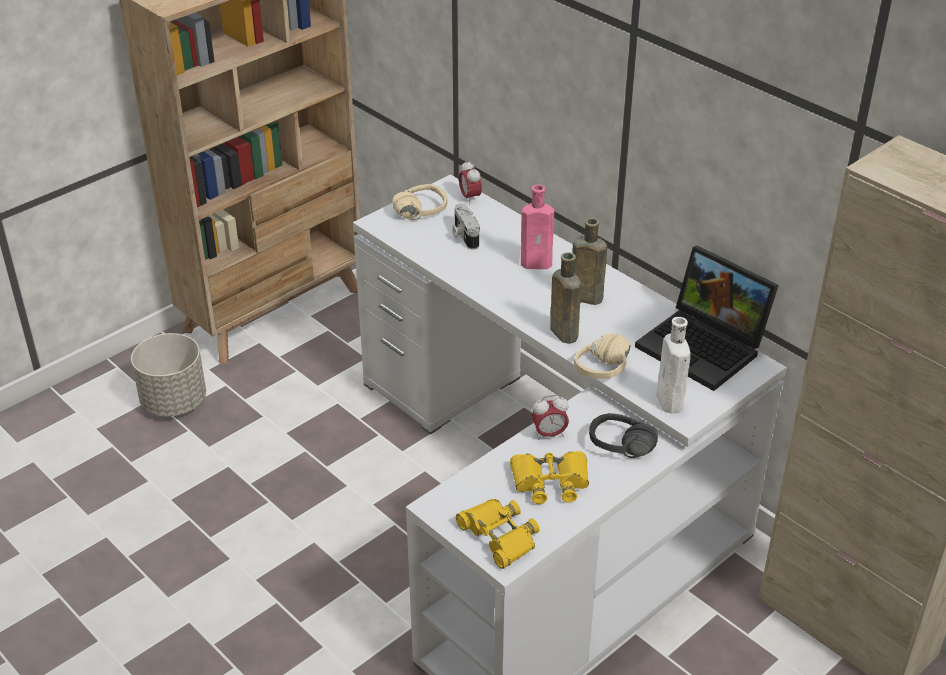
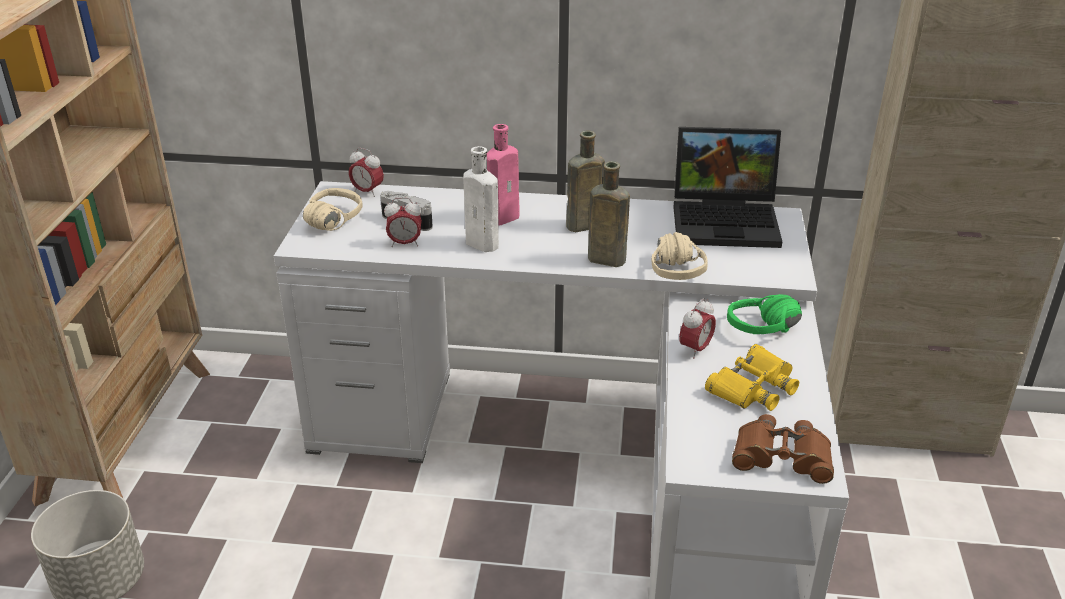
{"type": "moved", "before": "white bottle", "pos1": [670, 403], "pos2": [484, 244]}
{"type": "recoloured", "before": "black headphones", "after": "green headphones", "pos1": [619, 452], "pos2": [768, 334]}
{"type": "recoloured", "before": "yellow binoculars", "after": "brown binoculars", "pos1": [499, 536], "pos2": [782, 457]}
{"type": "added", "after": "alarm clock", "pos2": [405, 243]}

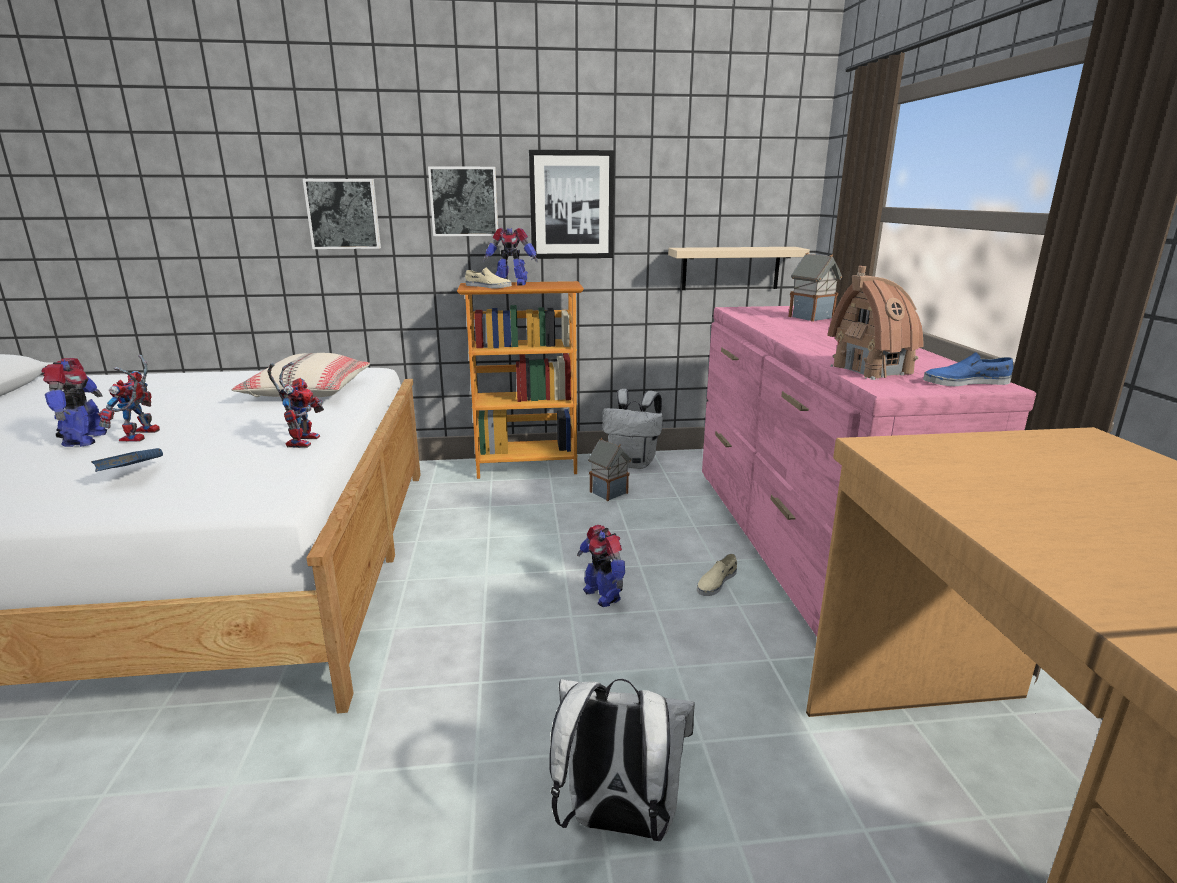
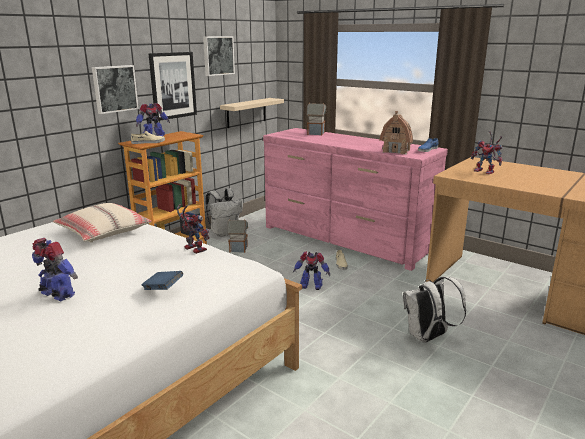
{"type": "moved", "before": "picture", "pos1": [343, 214], "pos2": [218, 55]}
{"type": "moved", "before": "toy robot", "pos1": [140, 437], "pos2": [486, 172]}

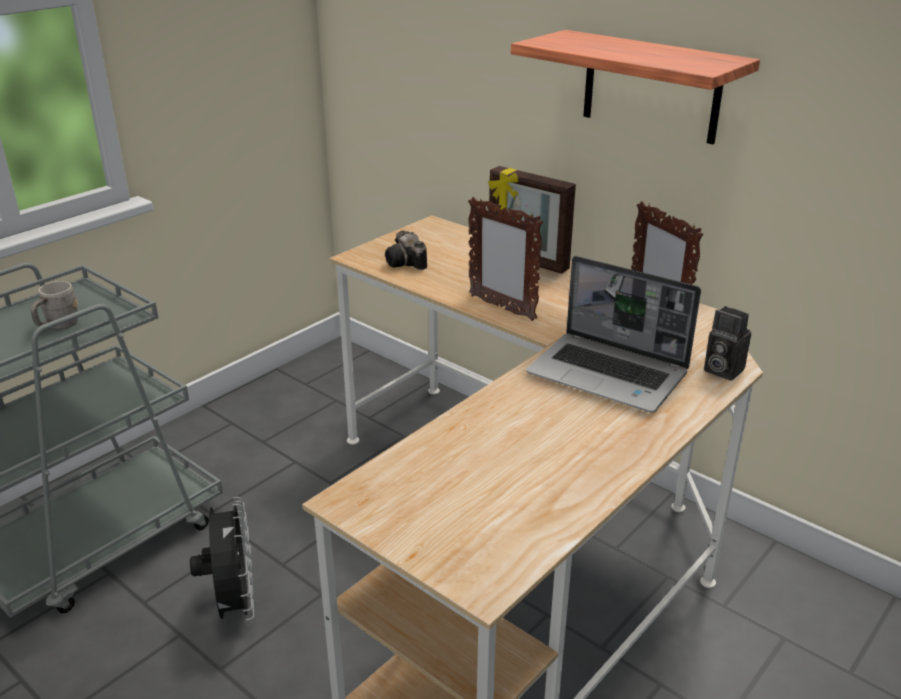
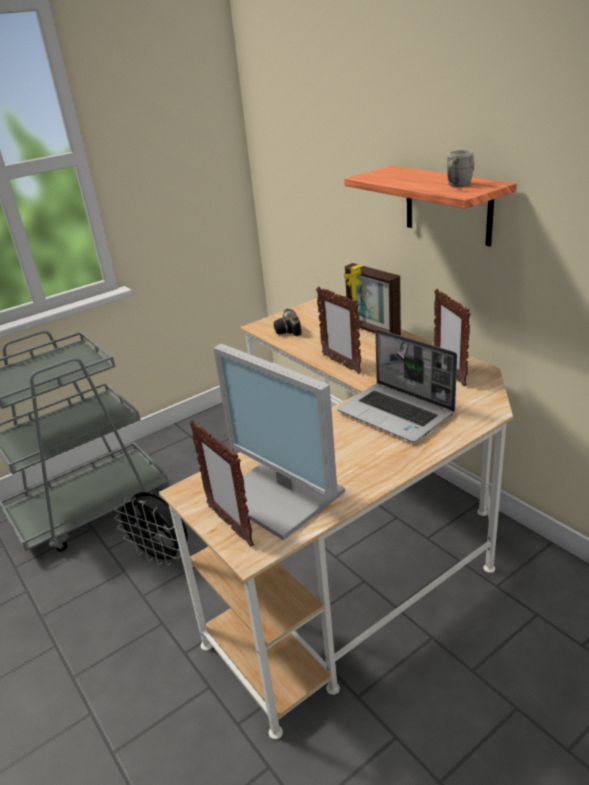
{"type": "moved", "before": "grey mug", "pos1": [58, 326], "pos2": [457, 185]}
{"type": "removed", "before": "photo camera", "pos1": [720, 370]}
{"type": "turned", "before": "black fan", "pos1": [235, 605], "pos2": [162, 555], "turn": 120}
{"type": "added", "after": "monitor", "pos2": [283, 495]}
{"type": "added", "after": "picture frame", "pos2": [230, 525]}

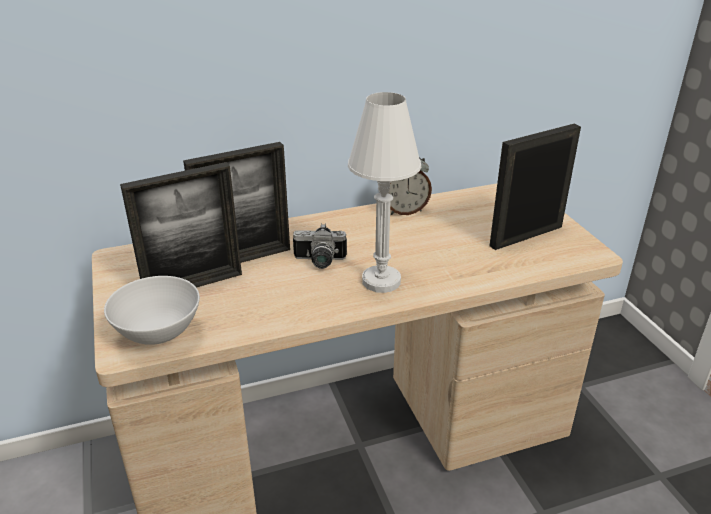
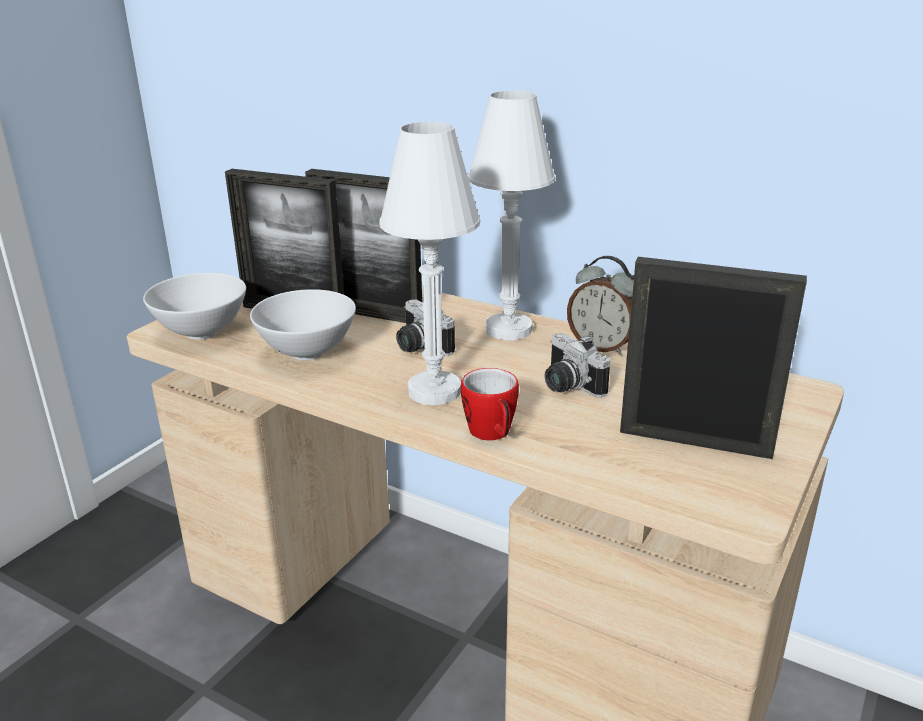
{"type": "added", "after": "white table lamp", "pos2": [508, 329]}
{"type": "added", "after": "white bowl", "pos2": [308, 353]}
{"type": "added", "after": "photo camera", "pos2": [567, 385]}
{"type": "added", "after": "mug", "pos2": [492, 435]}

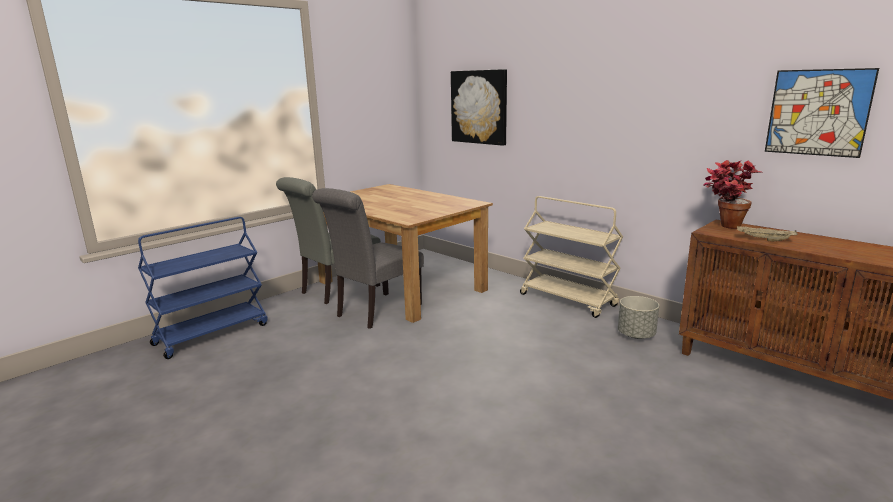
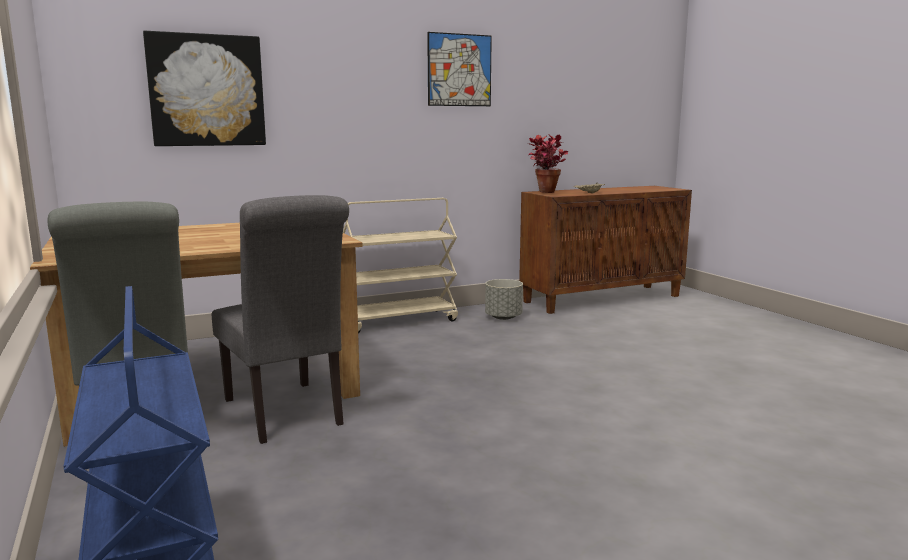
{"type": "moved", "before": "picture", "pos1": [817, 112], "pos2": [459, 70]}

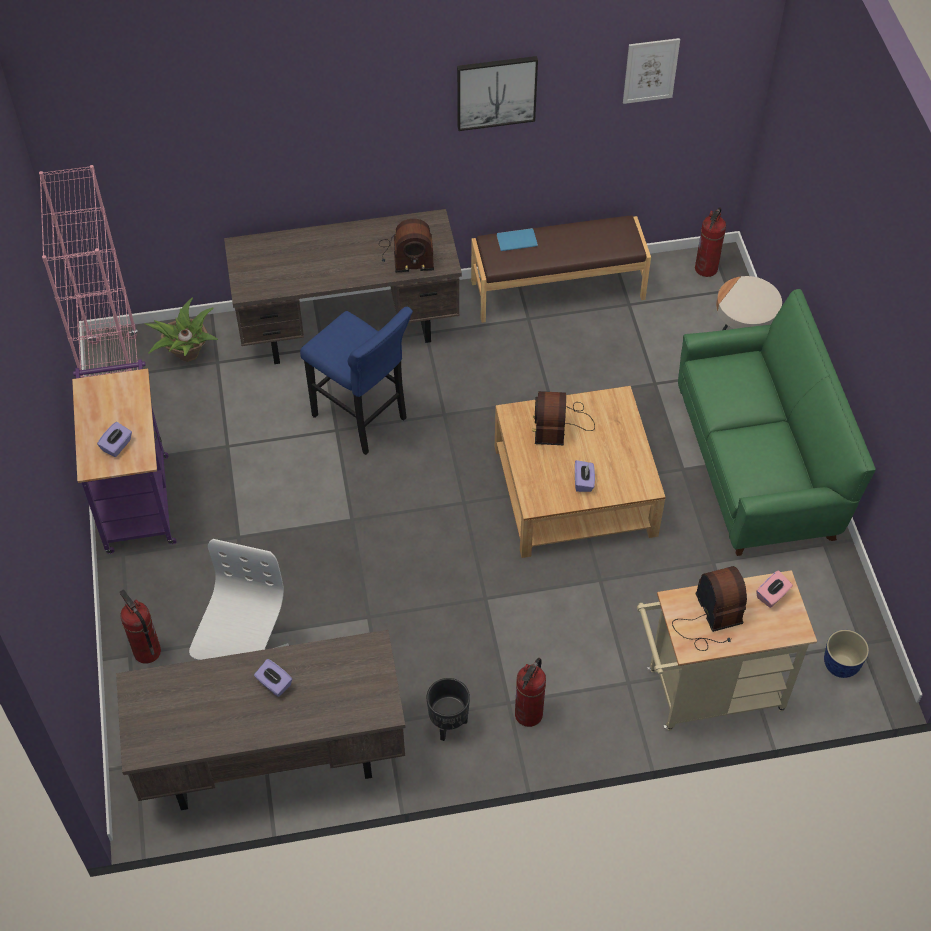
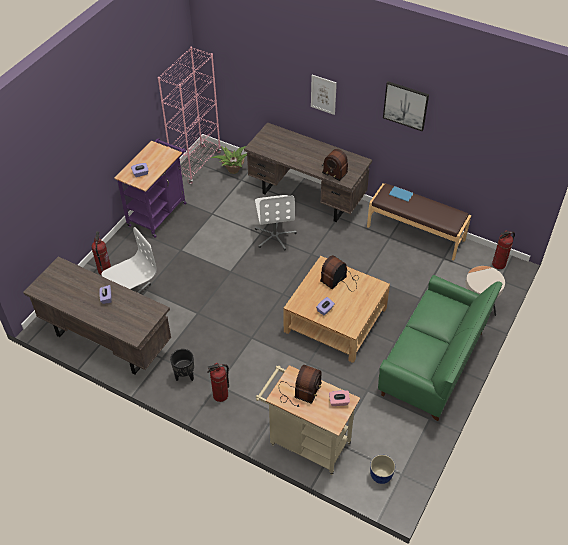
{"type": "moved", "before": "picture", "pos1": [650, 70], "pos2": [323, 94]}
{"type": "replaced", "before": "blue stool", "after": "white office chair", "pos1": [362, 420], "pos2": [275, 236]}

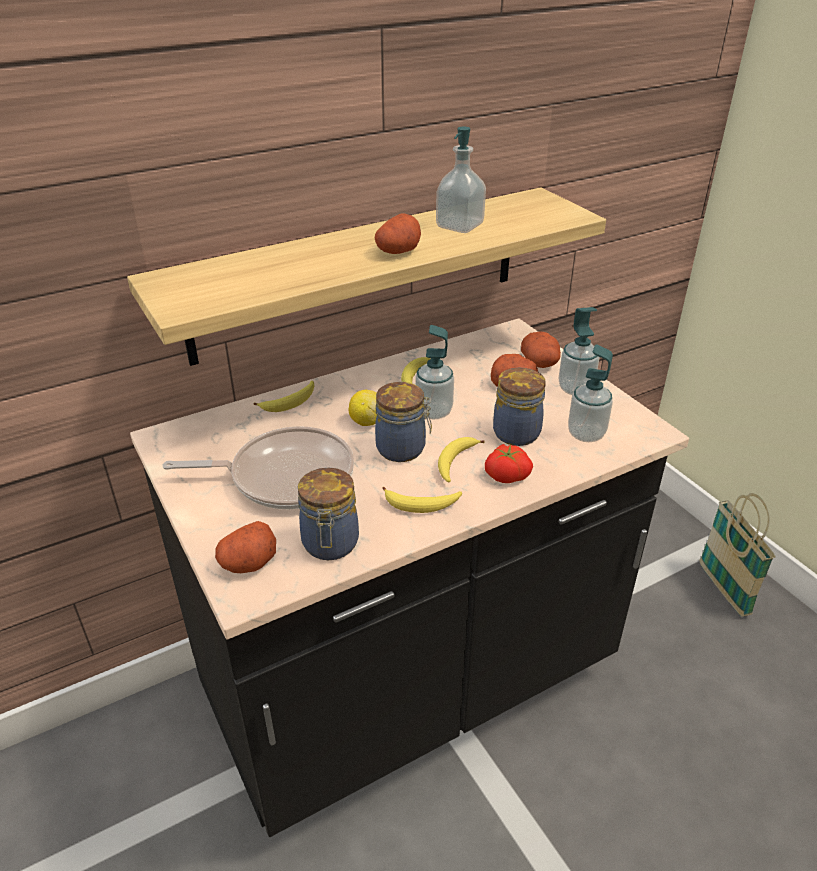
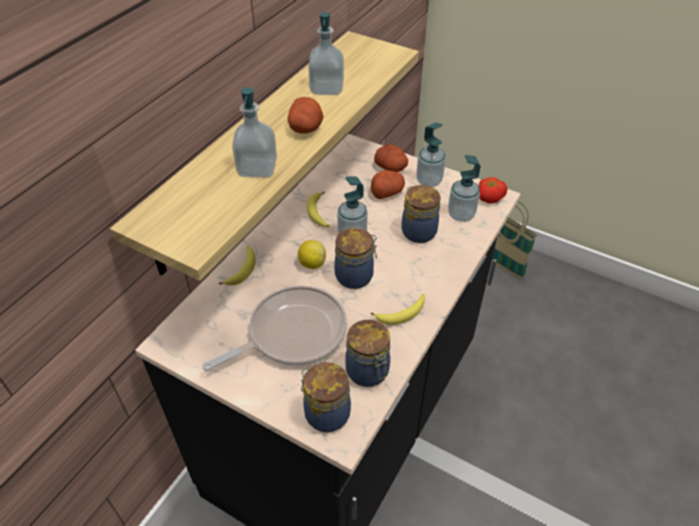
{"type": "removed", "before": "banana", "pos1": [455, 463]}
{"type": "moved", "before": "tomato", "pos1": [506, 474], "pos2": [489, 197]}
{"type": "replaced", "before": "potato", "after": "jar", "pos1": [248, 563], "pos2": [325, 413]}
{"type": "added", "after": "soap dispenser", "pos2": [257, 168]}

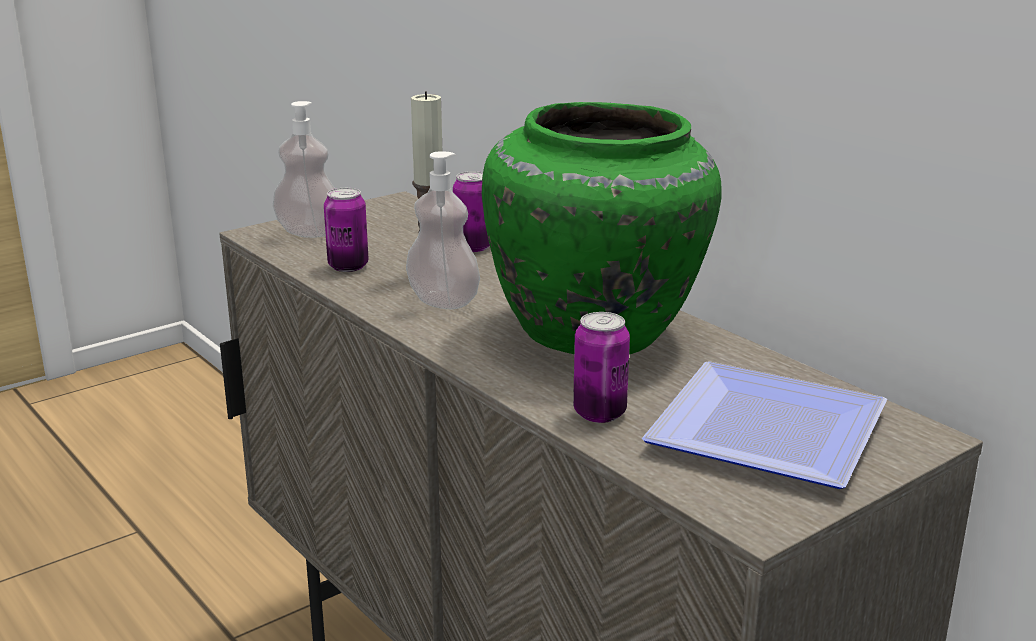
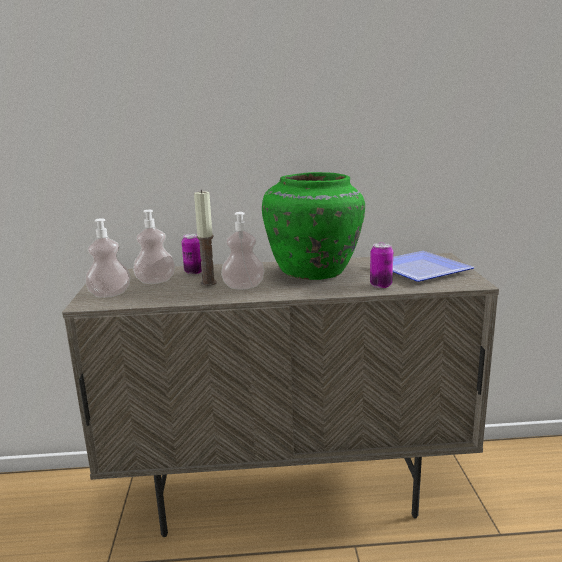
{"type": "removed", "before": "can", "pos1": [348, 266]}
{"type": "added", "after": "soap dispenser", "pos2": [155, 281]}

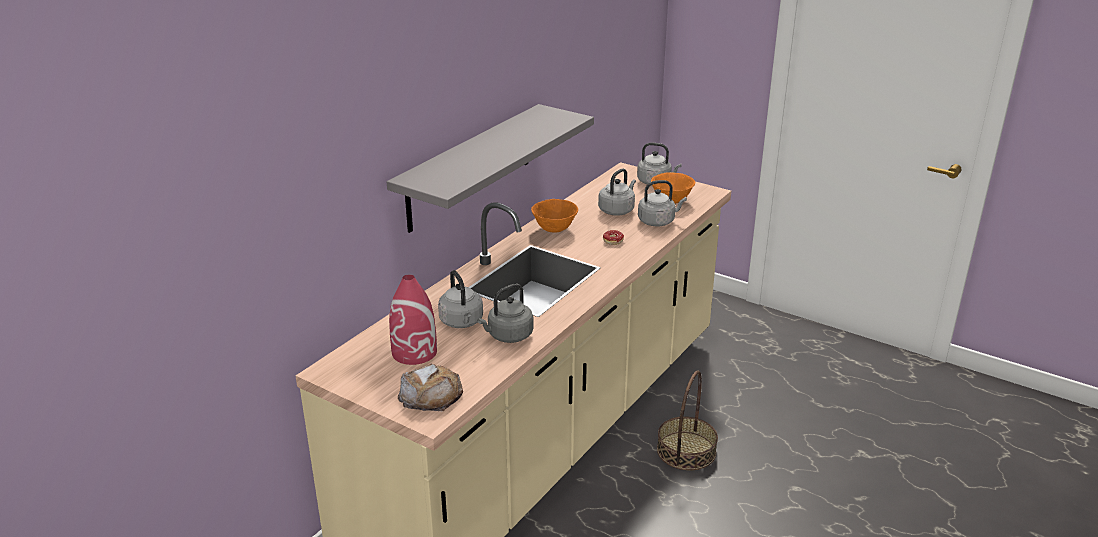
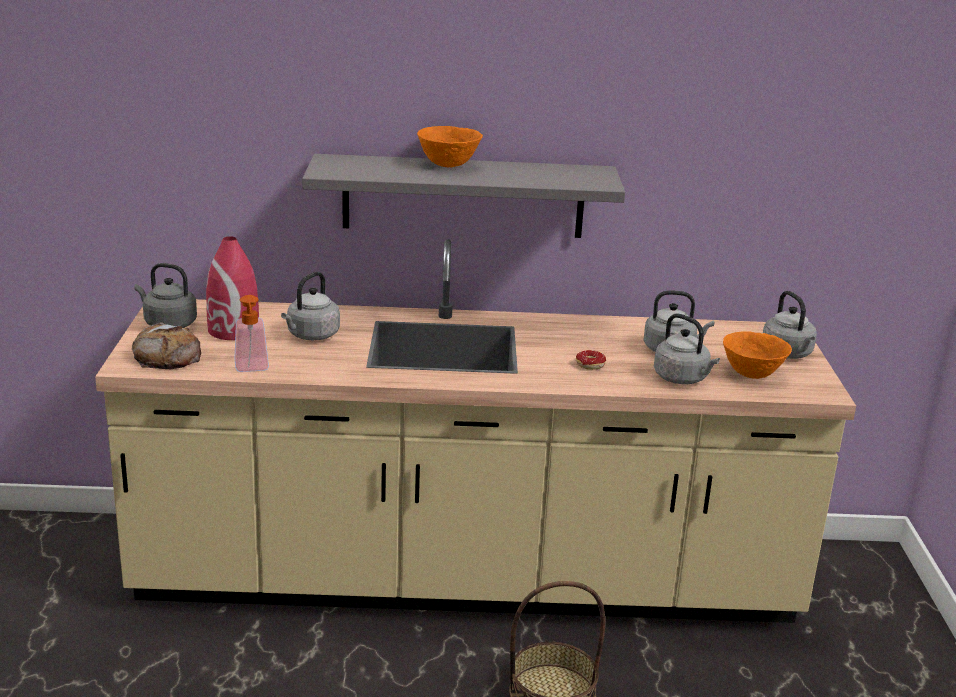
{"type": "moved", "before": "orange bowl", "pos1": [555, 229], "pos2": [449, 165]}
{"type": "moved", "before": "grey kettle", "pos1": [508, 336], "pos2": [168, 324]}
{"type": "added", "after": "soap dispenser", "pos2": [252, 369]}

